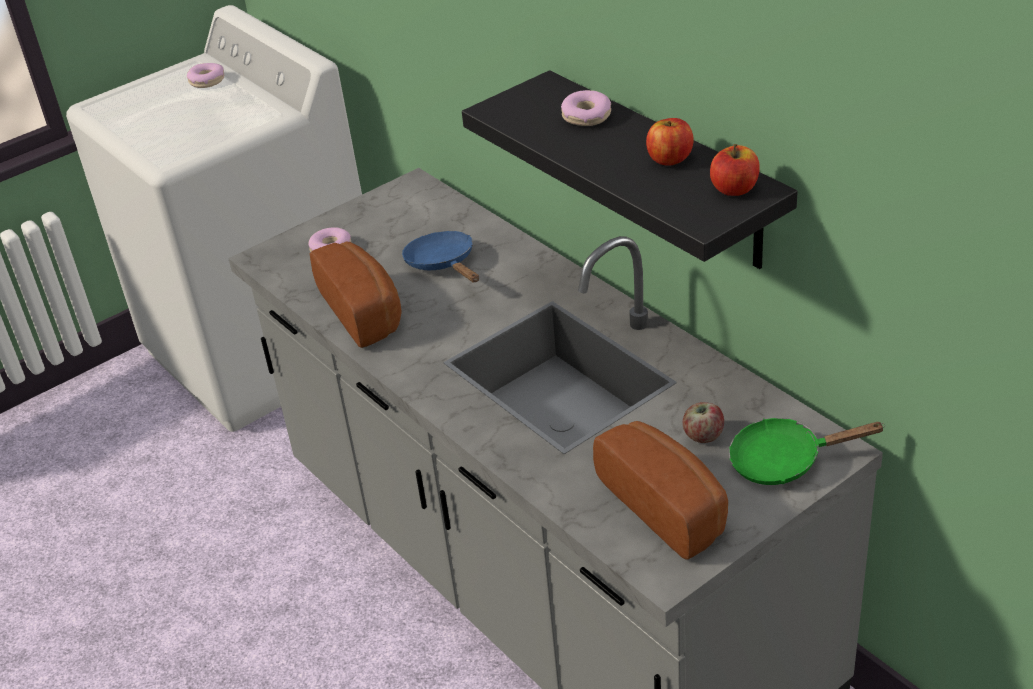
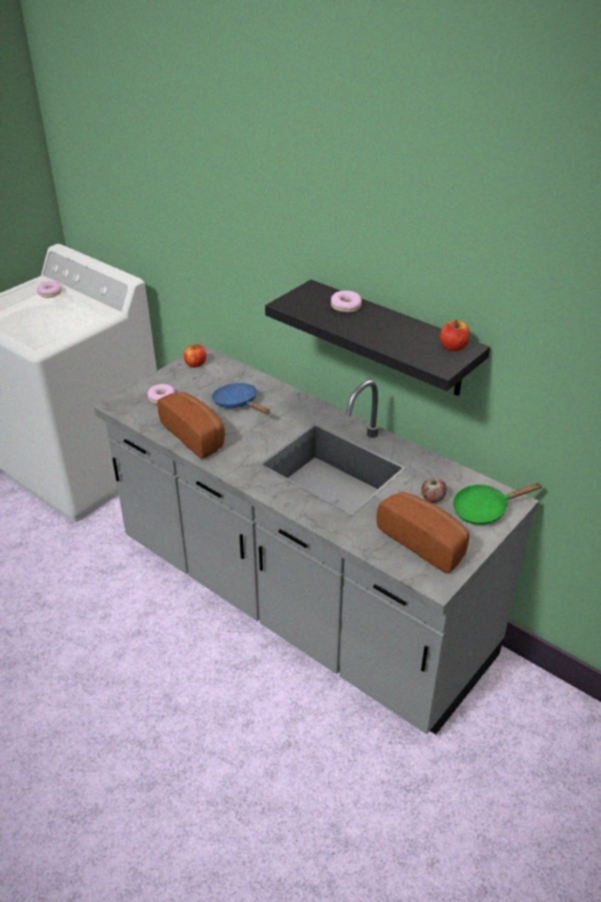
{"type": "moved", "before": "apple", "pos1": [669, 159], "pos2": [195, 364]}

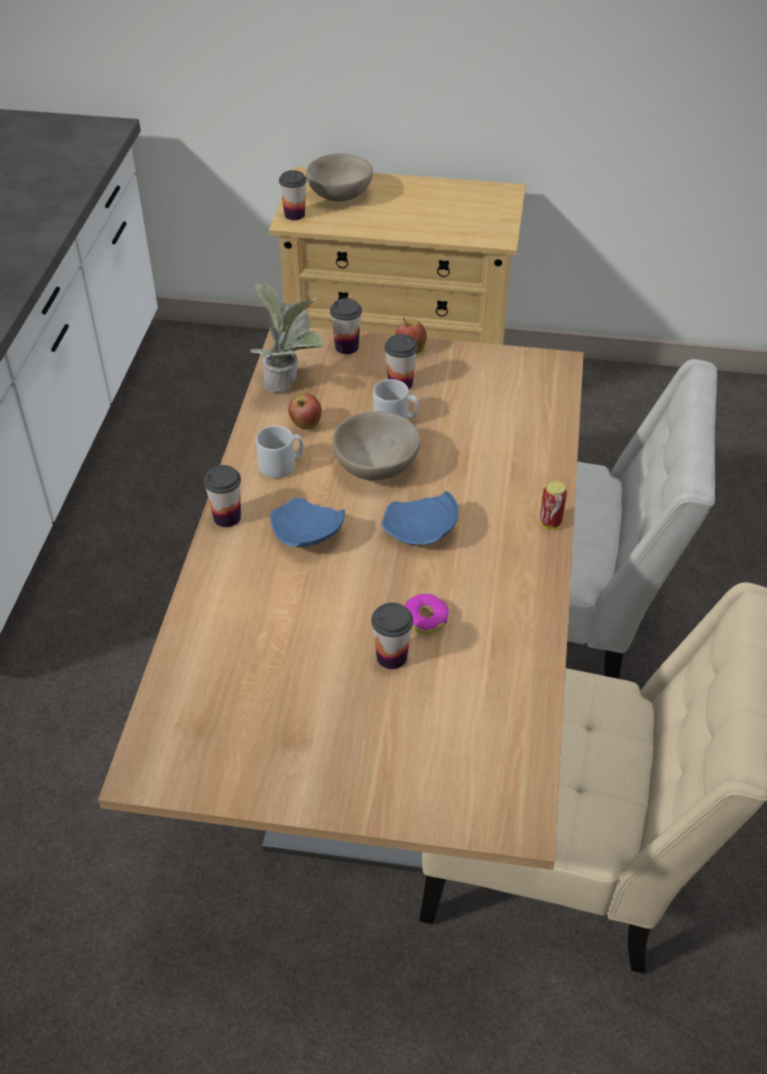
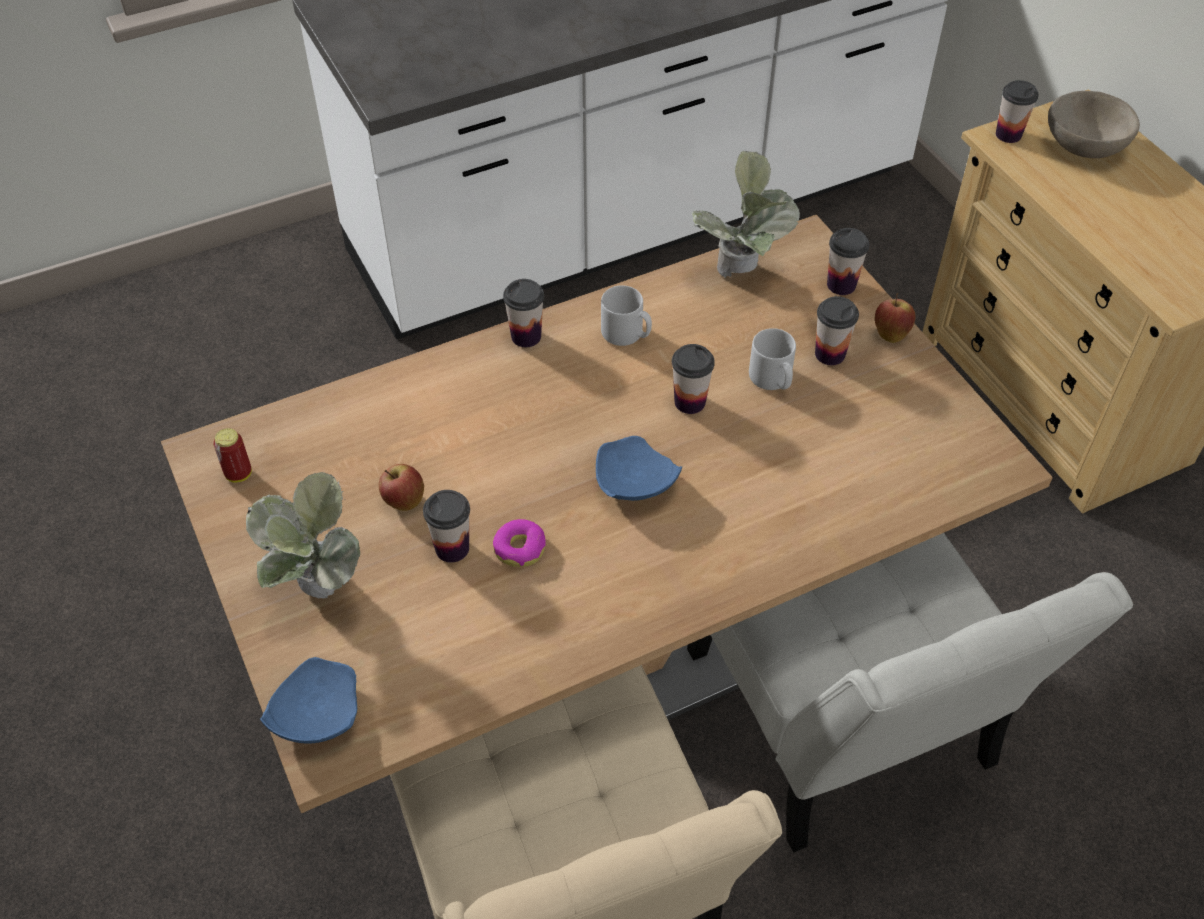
{"type": "moved", "before": "apple", "pos1": [305, 425], "pos2": [403, 501]}
{"type": "replaced", "before": "beige bowl", "after": "cup", "pos1": [376, 467], "pos2": [690, 402]}
{"type": "moved", "before": "can", "pos1": [550, 523], "pos2": [238, 474]}
{"type": "moved", "before": "blue plate", "pos1": [306, 535], "pos2": [315, 714]}
{"type": "added", "after": "potted plant", "pos2": [318, 595]}

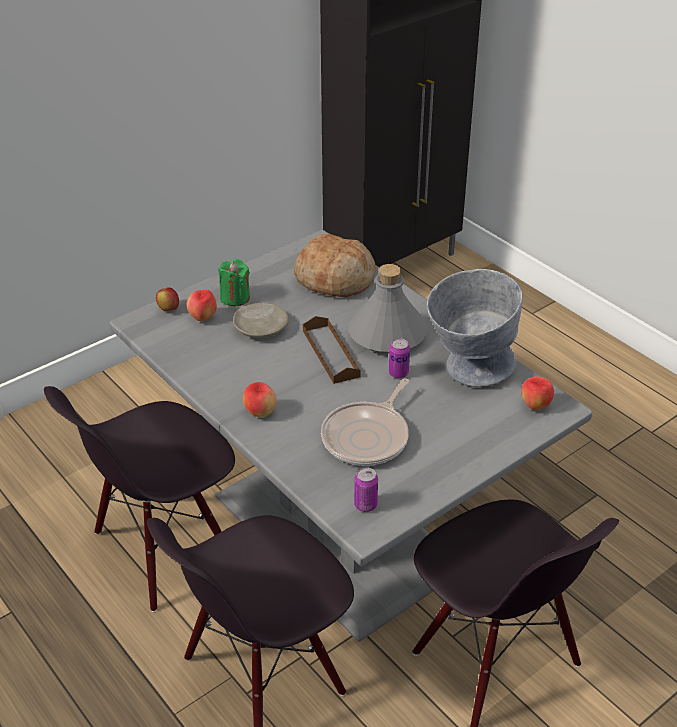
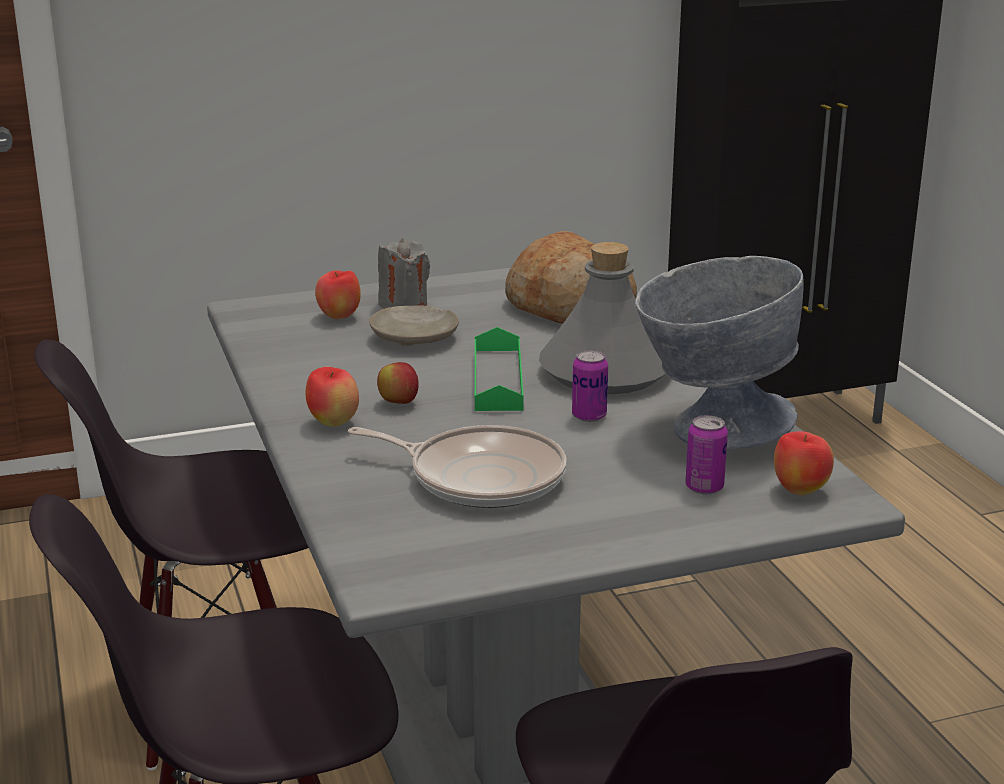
{"type": "recoloured", "before": "green candle", "after": "grey candle", "pos1": [235, 297], "pos2": [403, 304]}
{"type": "moved", "before": "apple", "pos1": [168, 309], "pos2": [398, 403]}
{"type": "recoloured", "before": "brown tray", "after": "green tray", "pos1": [330, 353], "pos2": [498, 379]}
{"type": "turned", "before": "frying pan", "pos1": [368, 437], "pos2": [480, 477], "turn": -120}
{"type": "moved", "before": "can", "pos1": [365, 505], "pos2": [704, 487]}

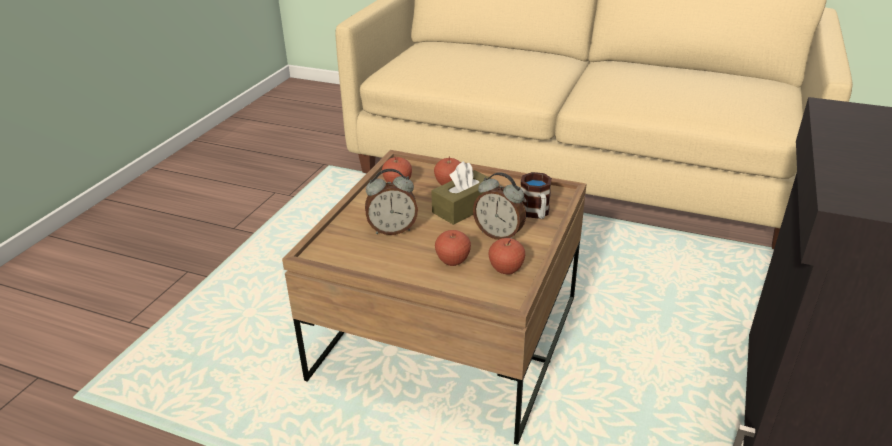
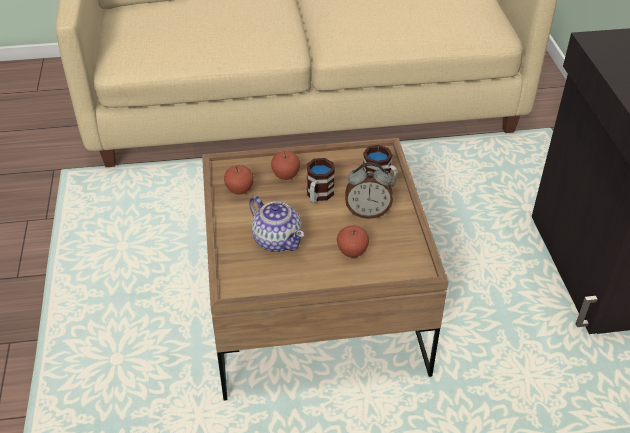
{"type": "replaced", "before": "brown tissue box", "after": "mug", "pos1": [464, 207], "pos2": [318, 195]}
{"type": "replaced", "before": "alarm clock", "after": "teapot", "pos1": [392, 230], "pos2": [277, 240]}
{"type": "removed", "before": "apple", "pos1": [506, 269]}

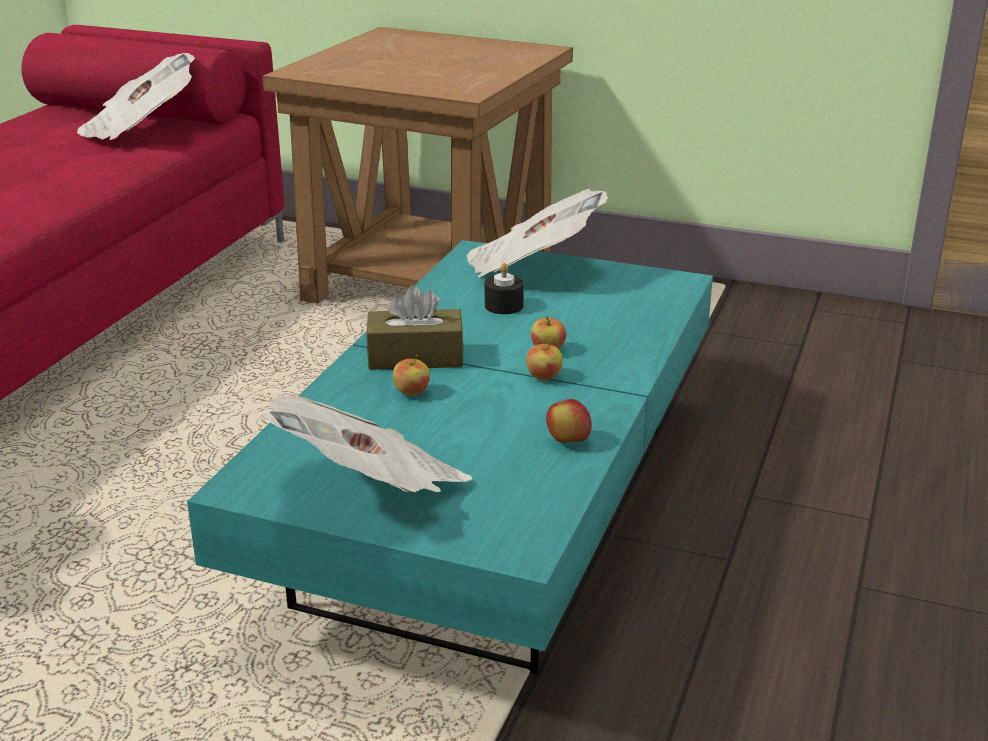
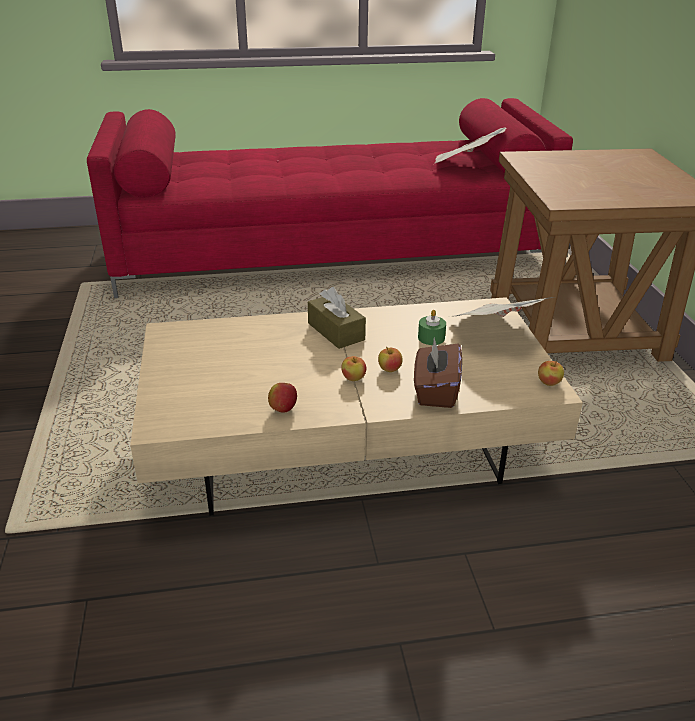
{"type": "recoloured", "before": "turquoise coffee table", "after": "beige coffee table", "pos1": [495, 512], "pos2": [346, 447]}
{"type": "recoloured", "before": "black candle", "after": "green candle", "pos1": [504, 306], "pos2": [431, 338]}
{"type": "moved", "before": "apple", "pos1": [411, 392], "pos2": [549, 382]}
{"type": "removed", "before": "newspaper", "pos1": [372, 490]}
{"type": "added", "after": "brown tissue box", "pos2": [435, 391]}

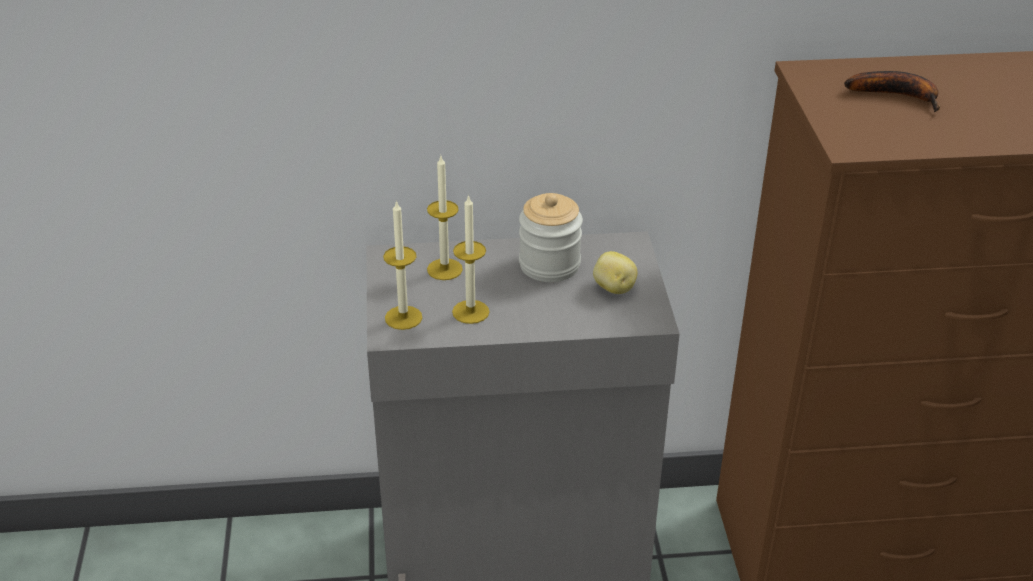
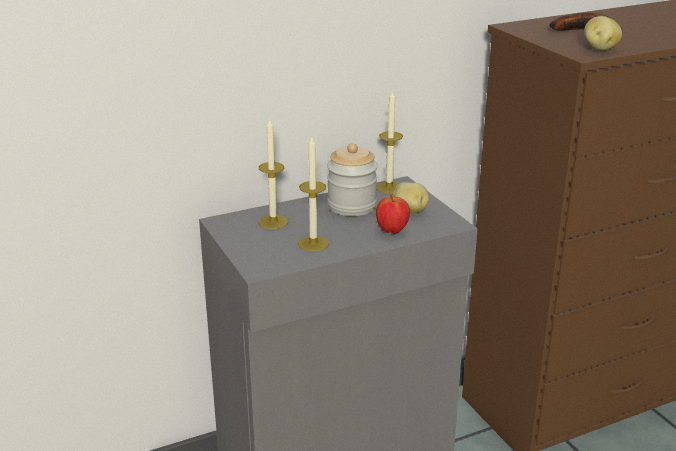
{"type": "moved", "before": "candle", "pos1": [403, 317], "pos2": [389, 187]}
{"type": "added", "after": "potato", "pos2": [599, 49]}
{"type": "added", "after": "apple", "pos2": [392, 231]}

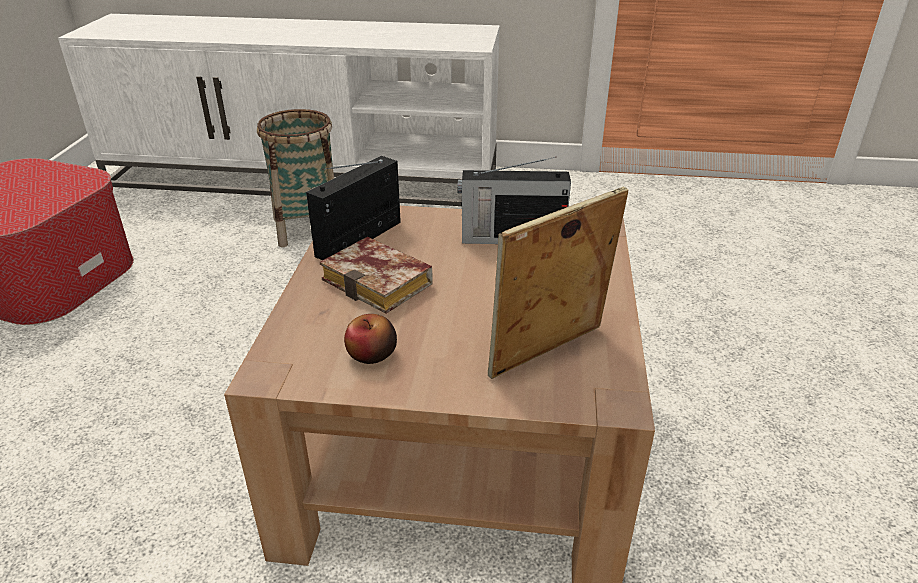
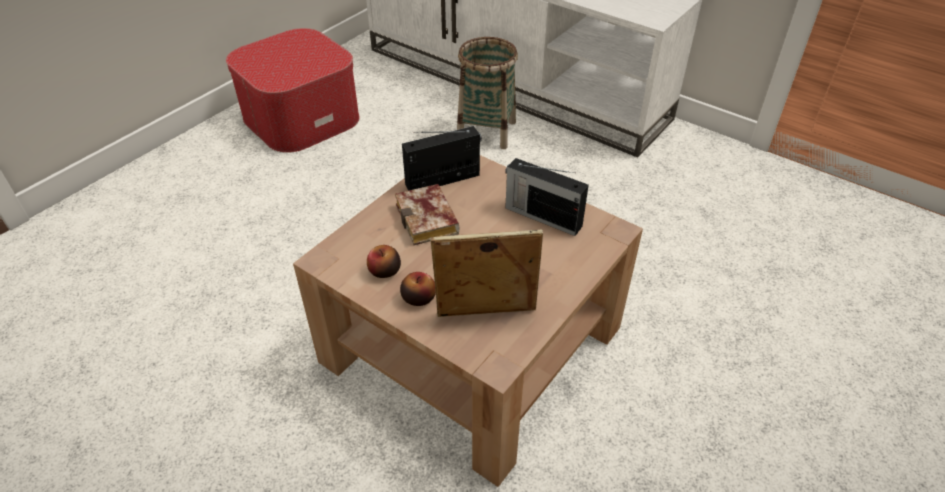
{"type": "added", "after": "apple", "pos2": [418, 298]}

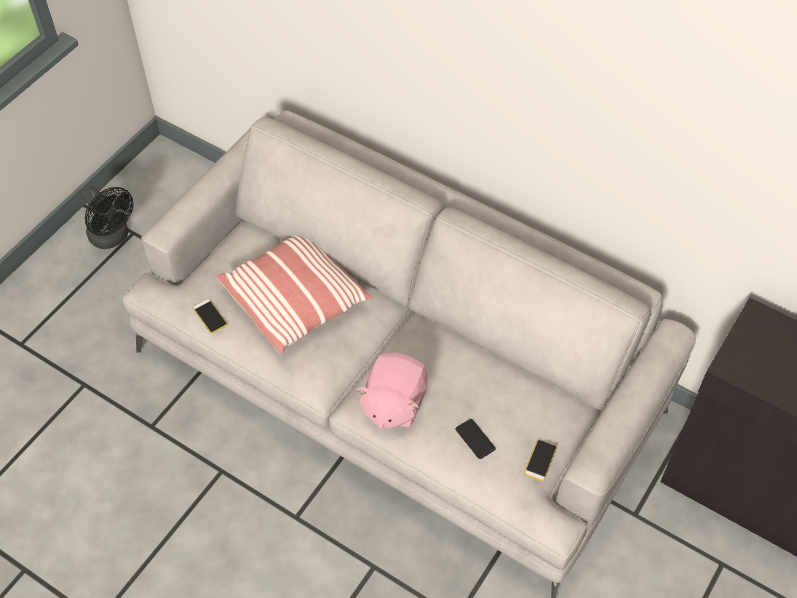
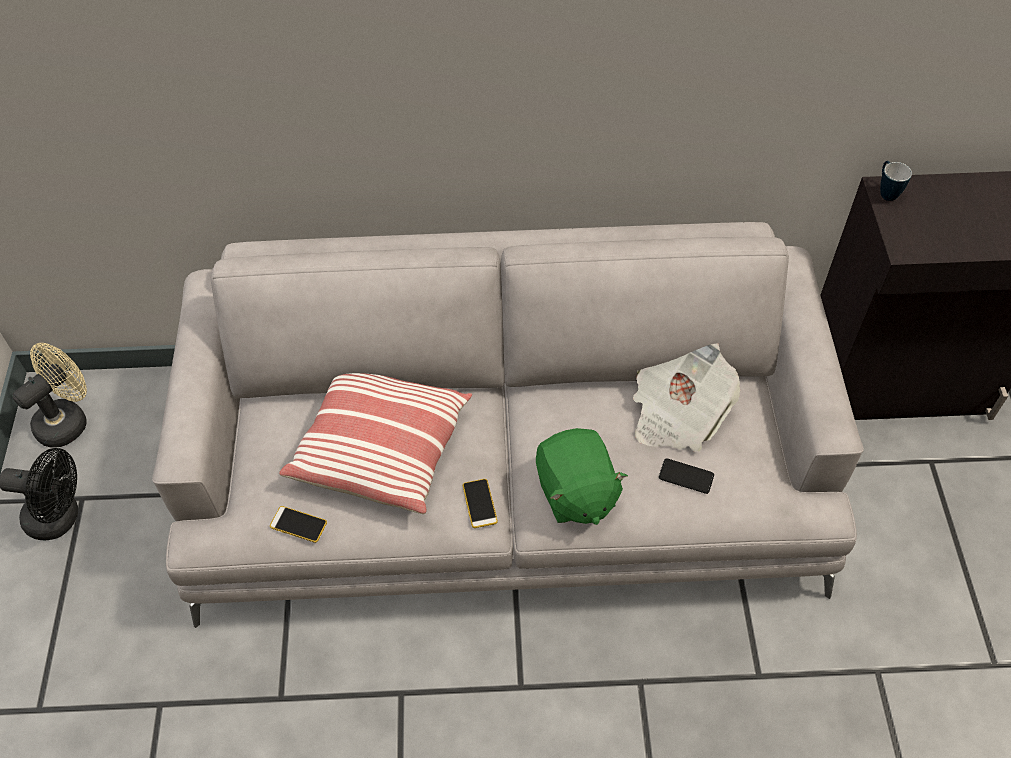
{"type": "recoloured", "before": "pink plush toy", "after": "green plush toy", "pos1": [393, 403], "pos2": [575, 492]}
{"type": "moved", "before": "phone", "pos1": [540, 460], "pos2": [479, 503]}
{"type": "added", "after": "mug", "pos2": [886, 192]}
{"type": "added", "after": "beige fan", "pos2": [68, 420]}
{"type": "added", "after": "newspaper", "pos2": [677, 412]}

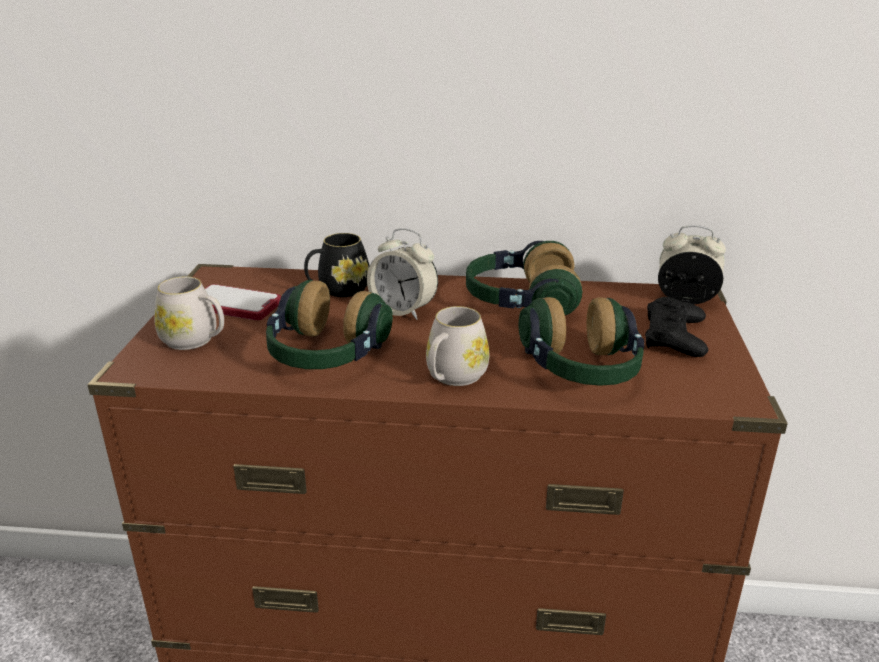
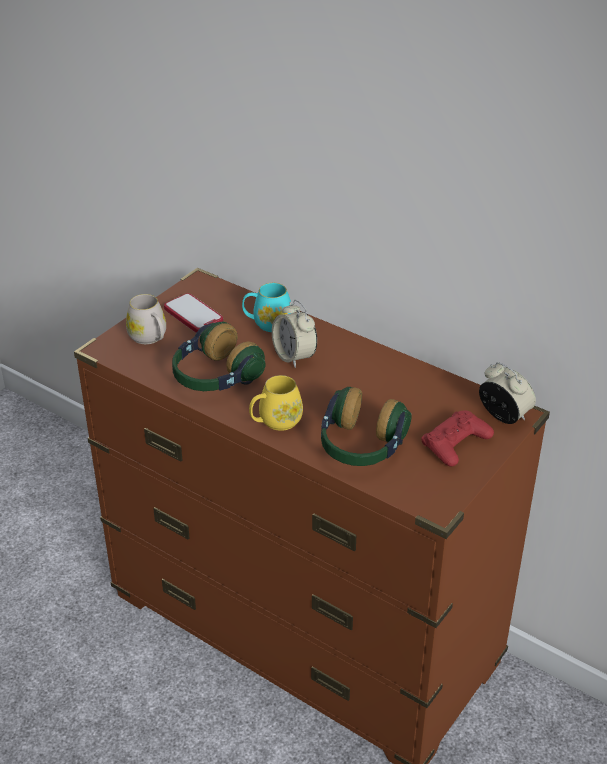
{"type": "recoloured", "before": "black mug", "after": "turquoise mug", "pos1": [338, 290], "pos2": [267, 323]}
{"type": "removed", "before": "headphones", "pos1": [520, 303]}
{"type": "recoloured", "before": "black game controller", "after": "red game controller", "pos1": [674, 336], "pos2": [456, 443]}
{"type": "recoloured", "before": "white mug", "after": "yellow mug", "pos1": [452, 377], "pos2": [275, 421]}

